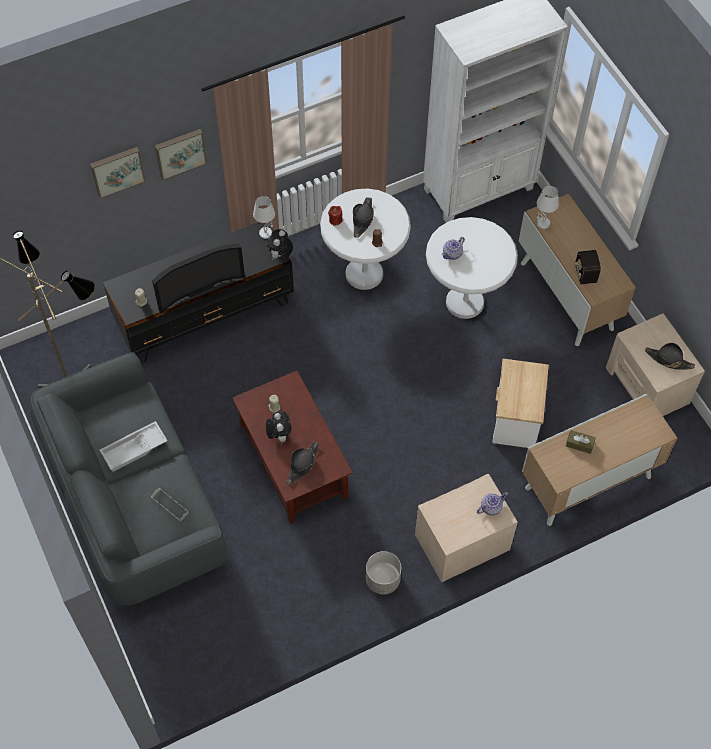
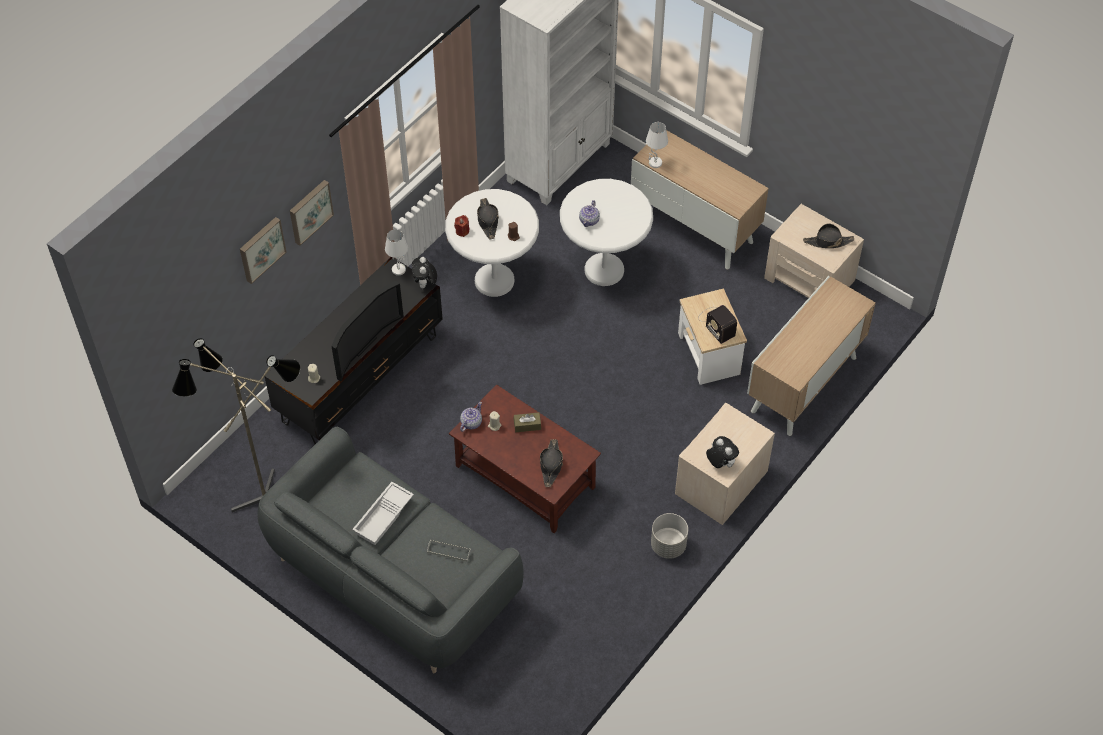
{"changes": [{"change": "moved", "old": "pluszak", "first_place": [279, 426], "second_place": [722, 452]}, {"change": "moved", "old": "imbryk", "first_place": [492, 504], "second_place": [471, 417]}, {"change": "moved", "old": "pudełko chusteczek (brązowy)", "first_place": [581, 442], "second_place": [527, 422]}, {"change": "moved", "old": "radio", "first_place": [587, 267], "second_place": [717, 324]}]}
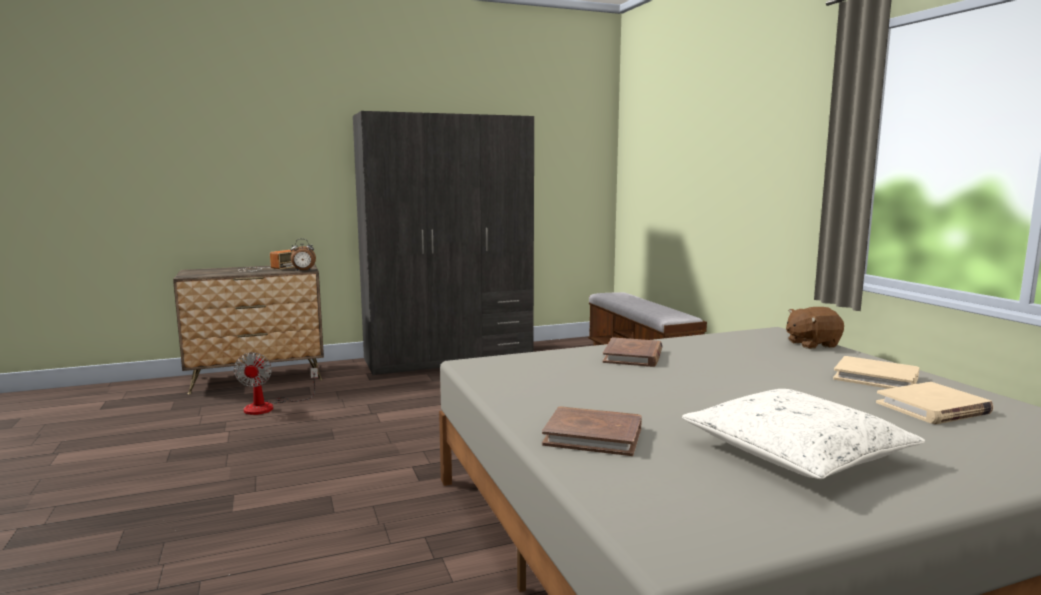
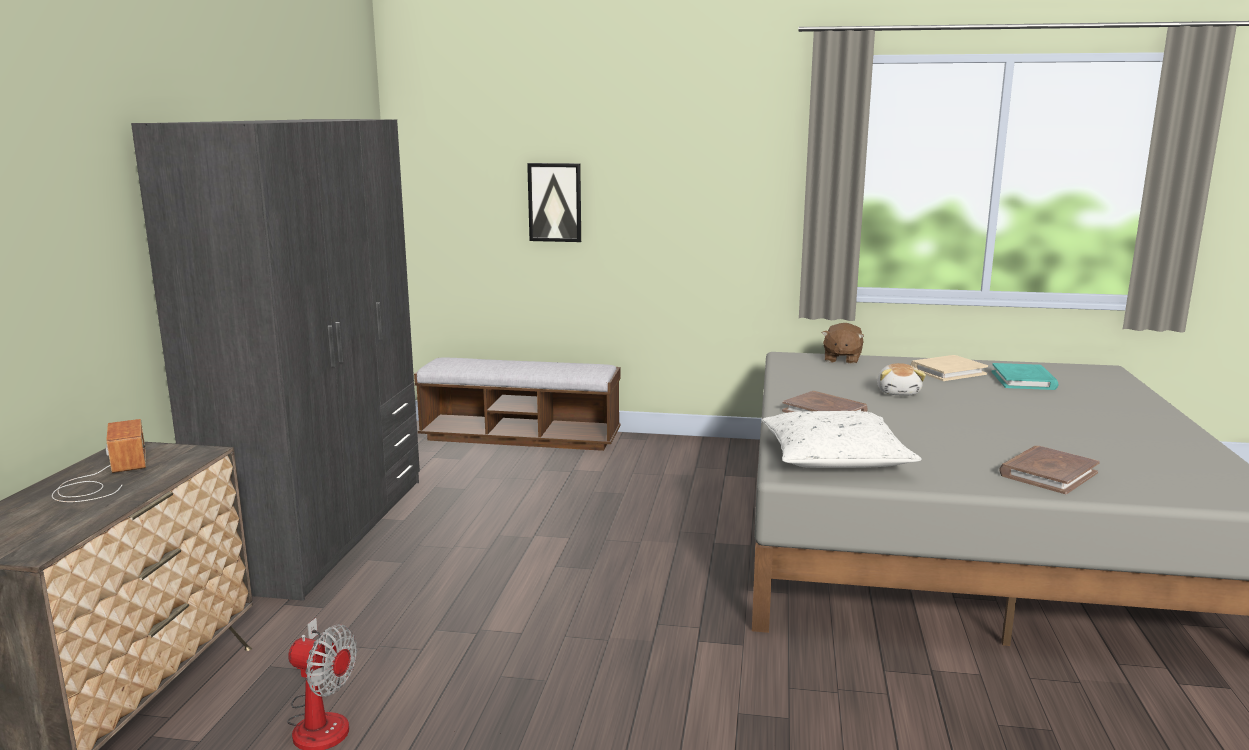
{"changes": [{"change": "removed", "old": "budzik", "first_place": [303, 255]}, {"change": "moved", "old": "poduszka (biały)", "first_place": [803, 434], "second_place": [842, 439]}, {"change": "recoloured", "old": "książka (beżowy)", "new": "książka (turkusowy)", "first_place": [934, 403], "second_place": [1025, 376]}, {"change": "added", "new": "obraz", "second_place": [554, 202]}, {"change": "added", "new": "pluszak", "second_place": [901, 379]}]}
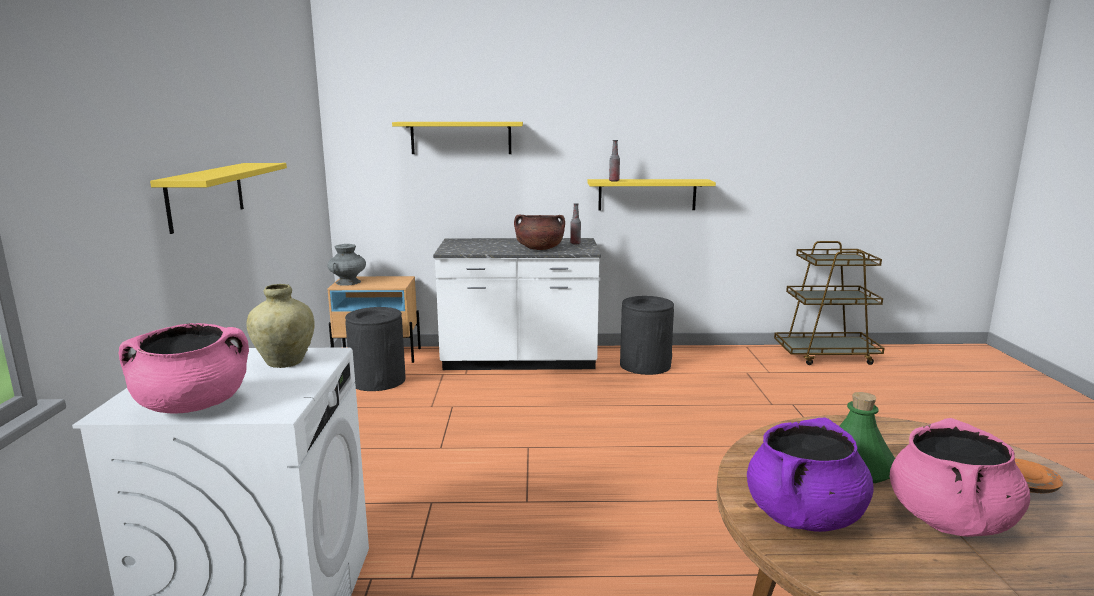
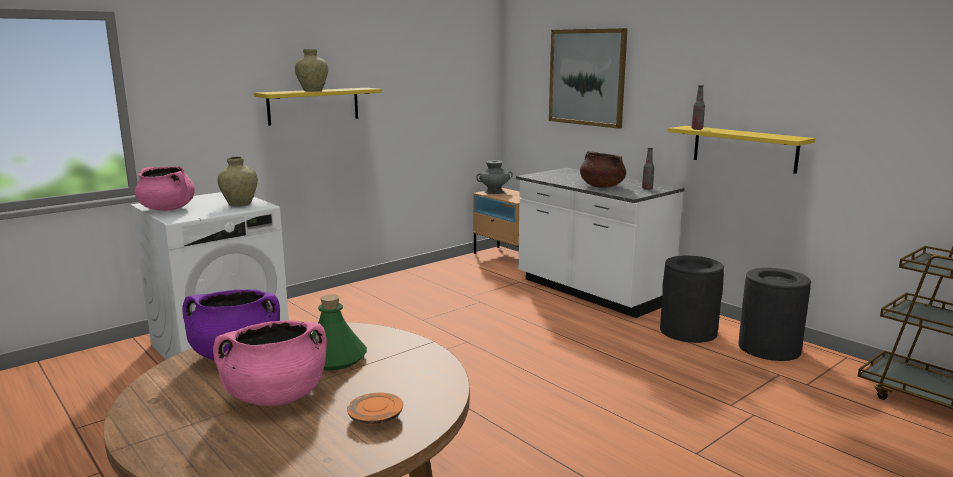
{"changes": [{"change": "moved", "old": "kosz na śmieci (czarny)", "first_place": [375, 349], "second_place": [774, 314]}, {"change": "replaced", "old": "półka (żółty)", "new": "obraz", "first_place": [457, 138], "second_place": [588, 78]}, {"change": "added", "new": "wazon (beżowy)", "second_place": [311, 70]}]}
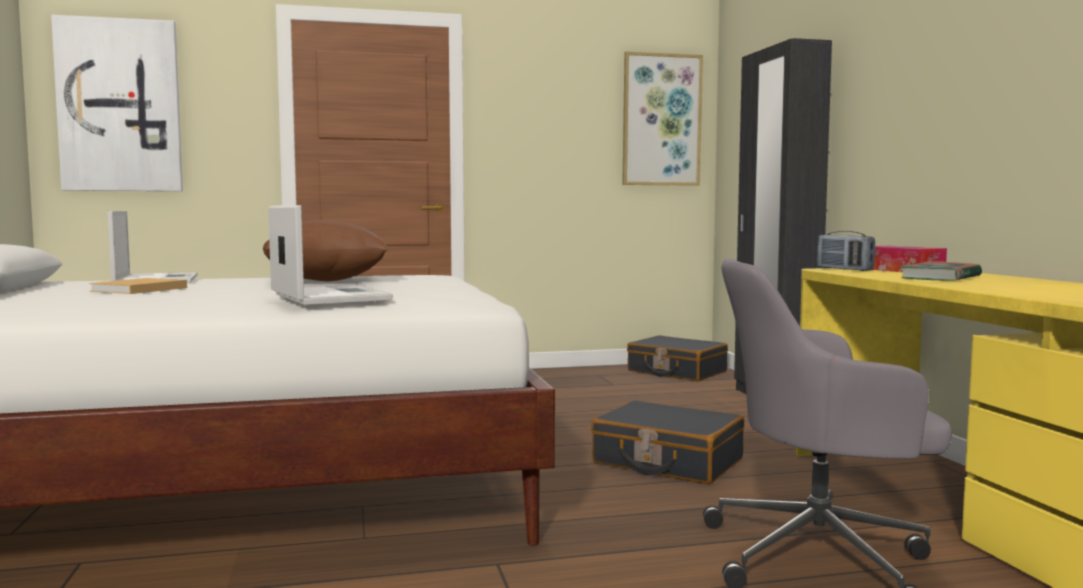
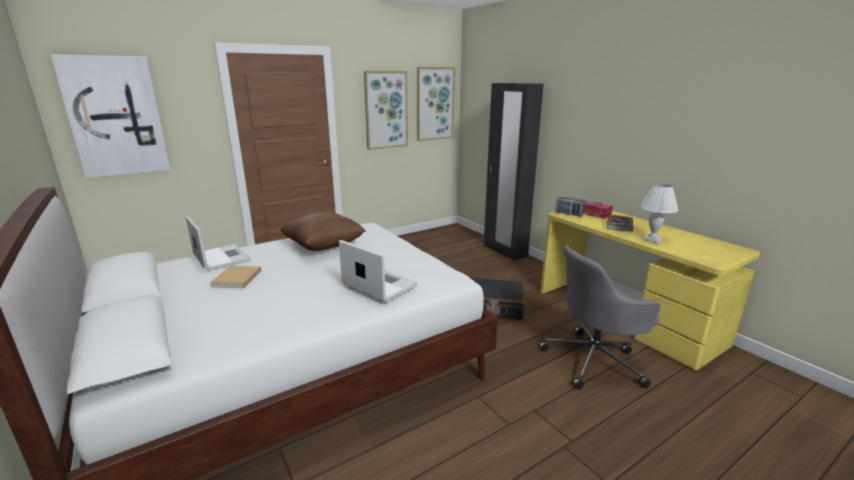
{"changes": [{"change": "removed", "old": "walizka (czarny)", "first_place": [677, 358]}, {"change": "added", "new": "obraz", "second_place": [386, 110]}, {"change": "added", "new": "lampa stołowa (biały)", "second_place": [659, 213]}]}
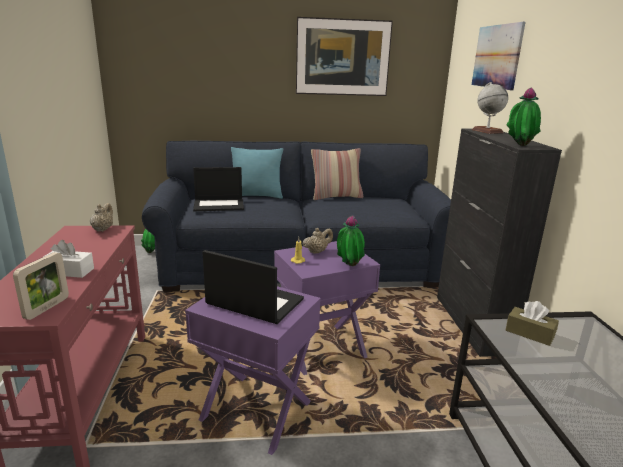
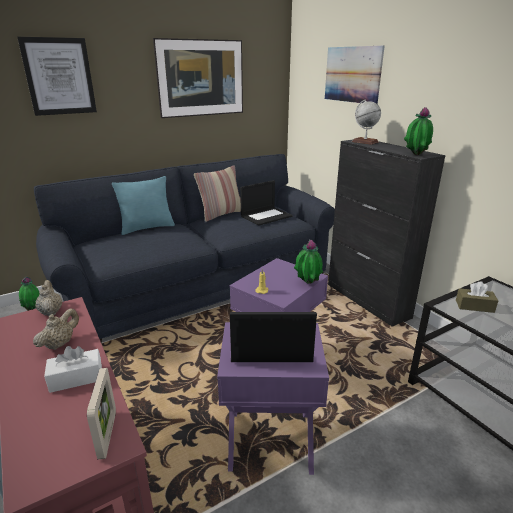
{"changes": [{"change": "moved", "old": "laptop", "first_place": [218, 189], "second_place": [266, 203]}, {"change": "moved", "old": "imbryk (beżowy)", "first_place": [318, 241], "second_place": [56, 329]}, {"change": "added", "new": "obraz", "second_place": [57, 76]}]}
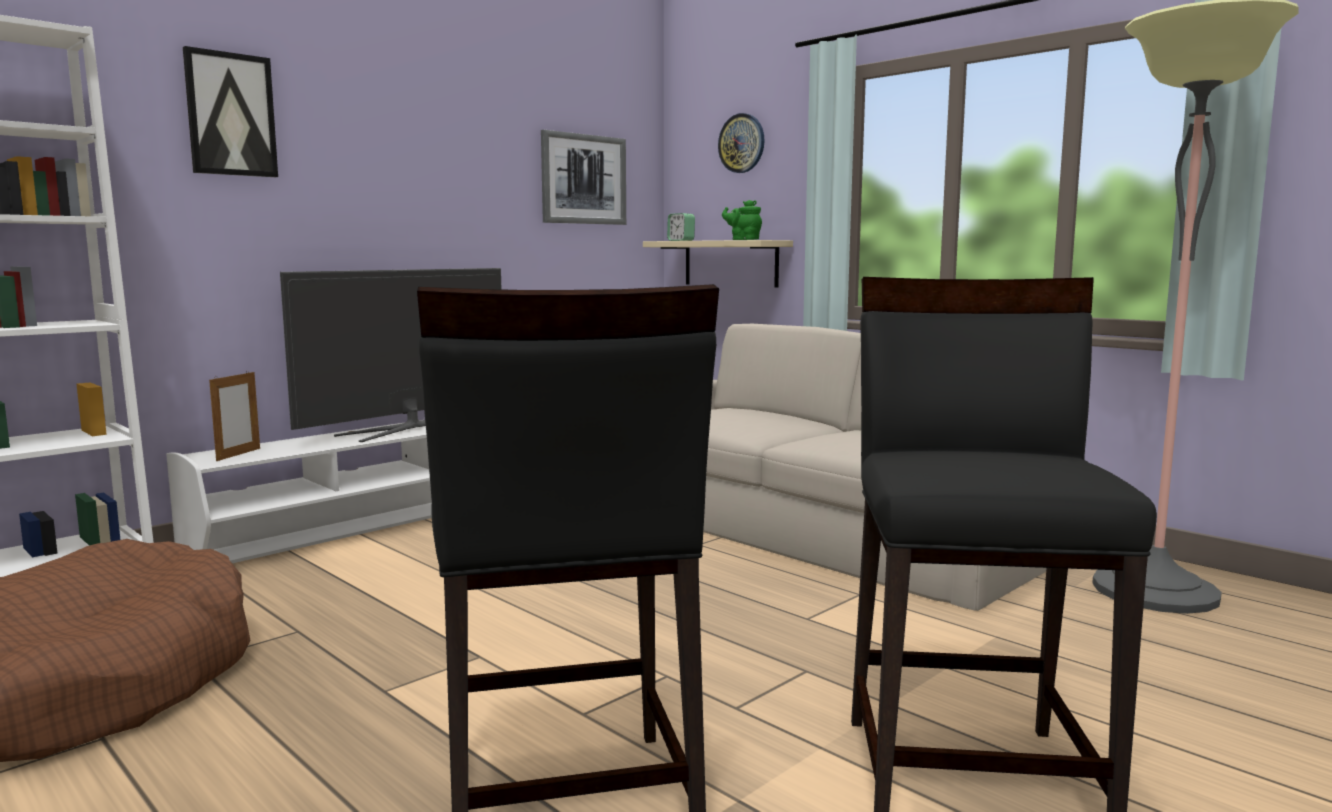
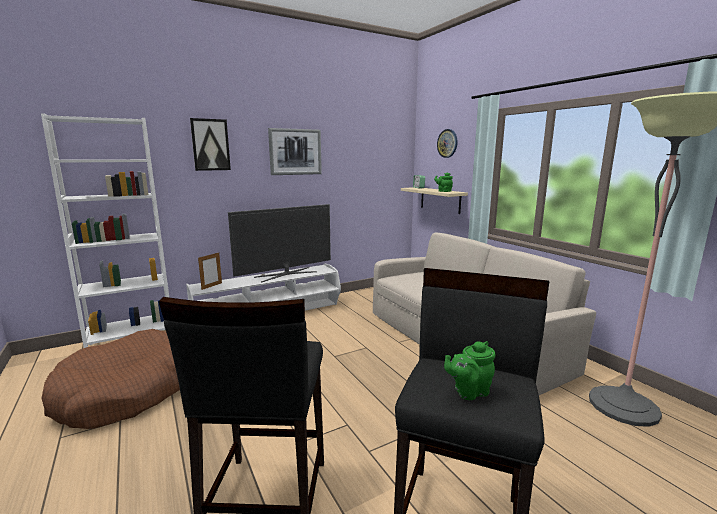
{"changes": [{"change": "moved", "old": "obraz", "first_place": [583, 177], "second_place": [295, 151]}, {"change": "added", "new": "imbryk (zielony)", "second_place": [470, 370]}]}
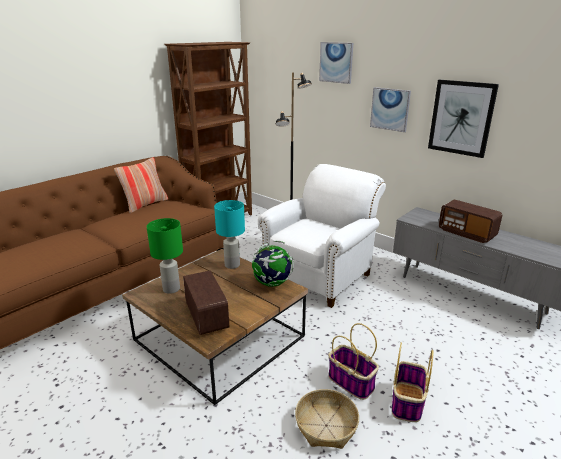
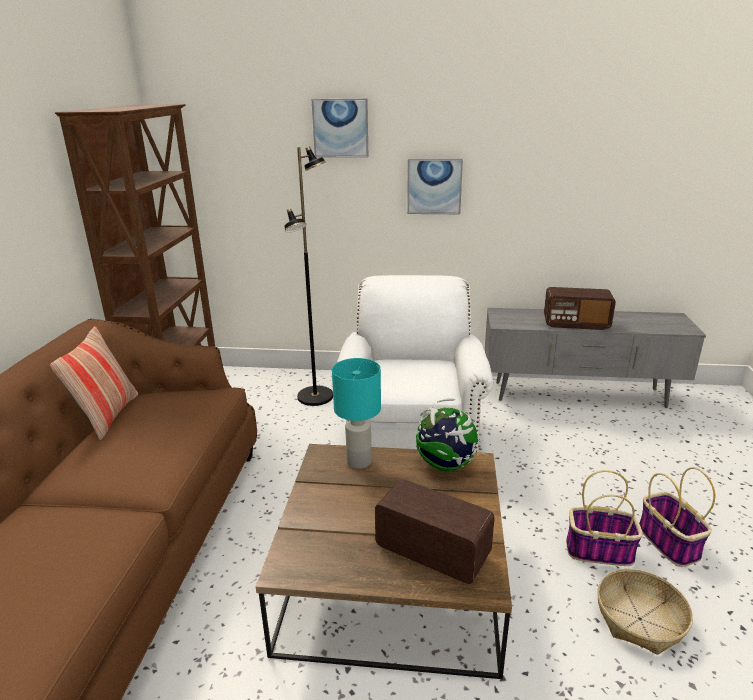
{"changes": [{"change": "removed", "old": "lampa stołowa (zielony)", "first_place": [164, 256]}, {"change": "removed", "old": "obraz", "first_place": [463, 119]}]}
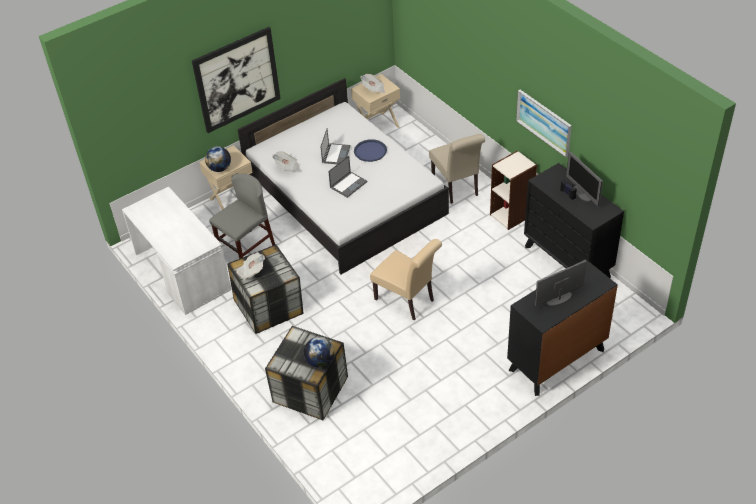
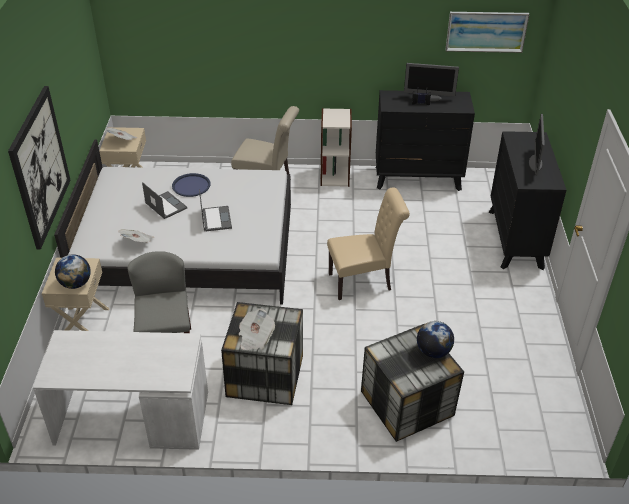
{"changes": [{"change": "moved", "old": "obraz", "first_place": [544, 123], "second_place": [487, 32]}]}
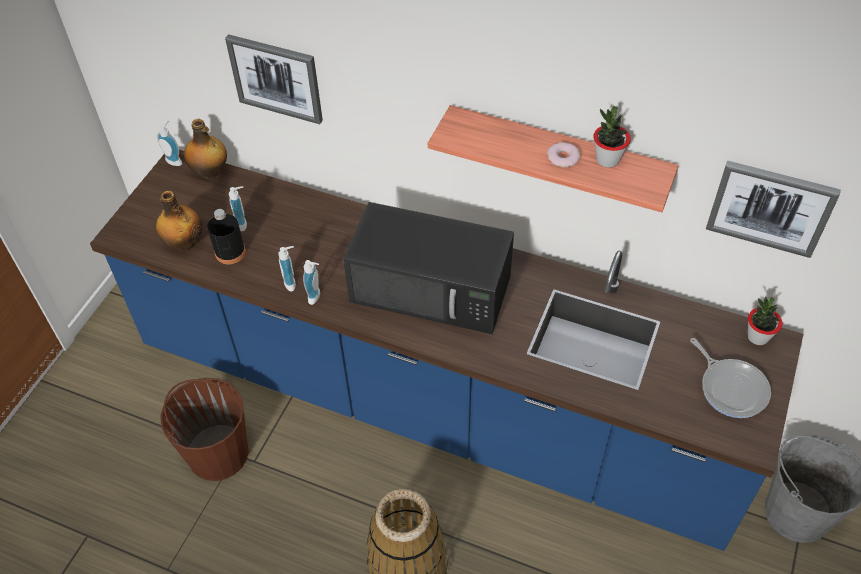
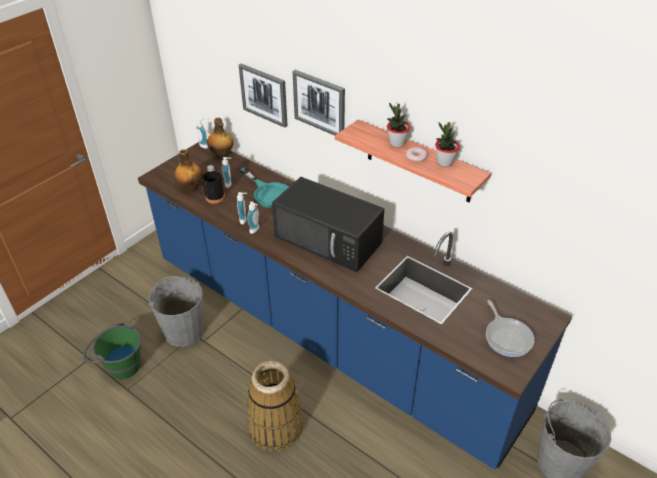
{"changes": [{"change": "recoloured", "old": "wiadro (brązowy)", "new": "wiadro (szary)", "first_place": [204, 429], "second_place": [176, 311]}, {"change": "moved", "old": "obraz", "first_place": [773, 209], "second_place": [319, 102]}, {"change": "moved", "old": "roślina doniczkowa", "first_place": [765, 321], "second_place": [398, 124]}, {"change": "added", "new": "wiadro (zielony)", "second_place": [112, 351]}, {"change": "added", "new": "patelnia (turkusowy)", "second_place": [264, 187]}]}
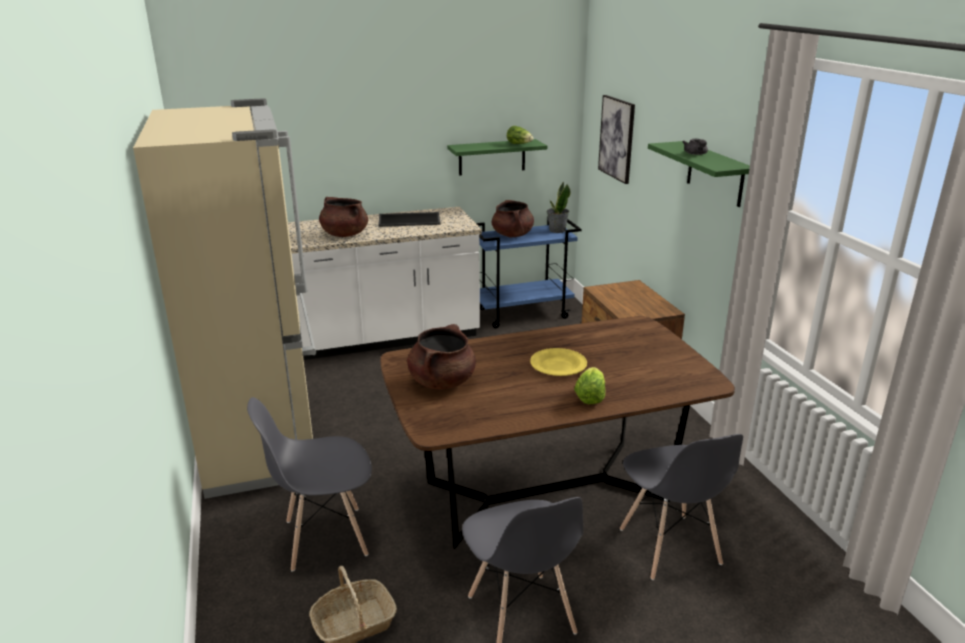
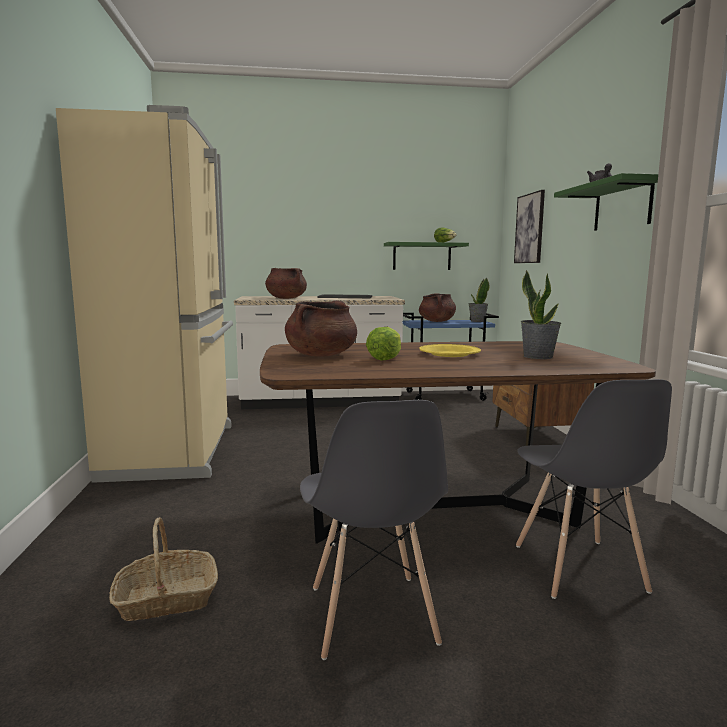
{"changes": [{"change": "removed", "old": "krzesło (szary)", "first_place": [309, 484]}, {"change": "moved", "old": "sałata", "first_place": [589, 385], "second_place": [383, 344]}, {"change": "added", "new": "roślina doniczkowa", "second_place": [541, 314]}]}
